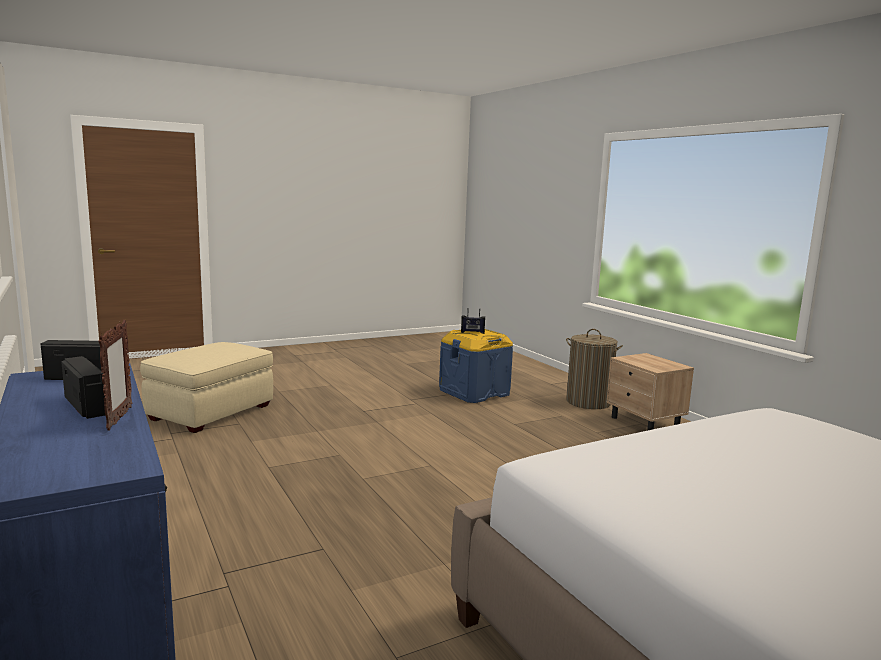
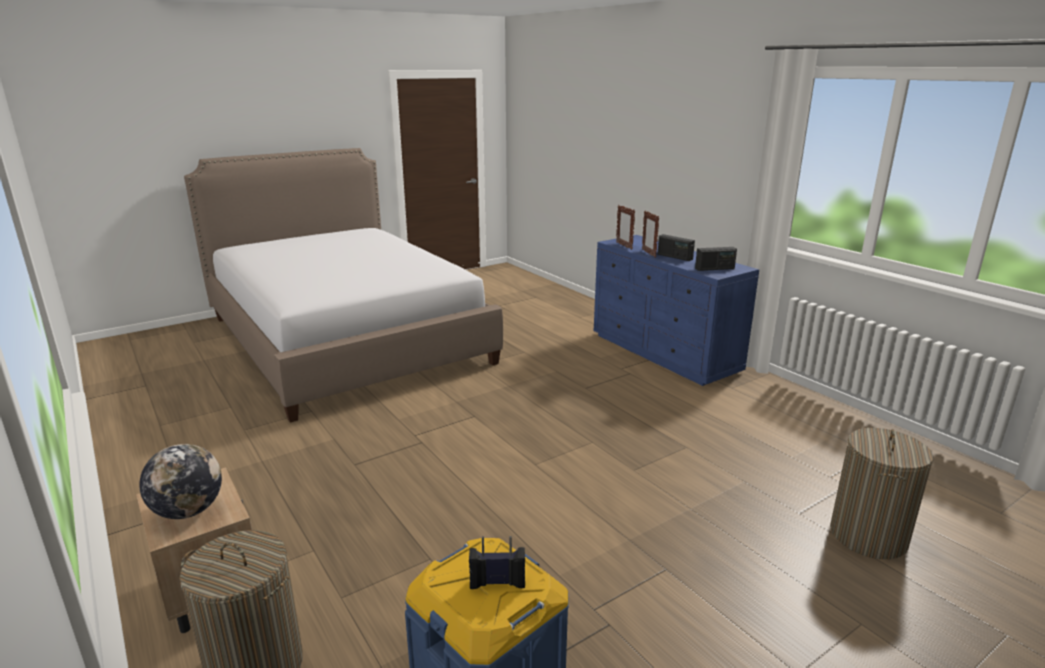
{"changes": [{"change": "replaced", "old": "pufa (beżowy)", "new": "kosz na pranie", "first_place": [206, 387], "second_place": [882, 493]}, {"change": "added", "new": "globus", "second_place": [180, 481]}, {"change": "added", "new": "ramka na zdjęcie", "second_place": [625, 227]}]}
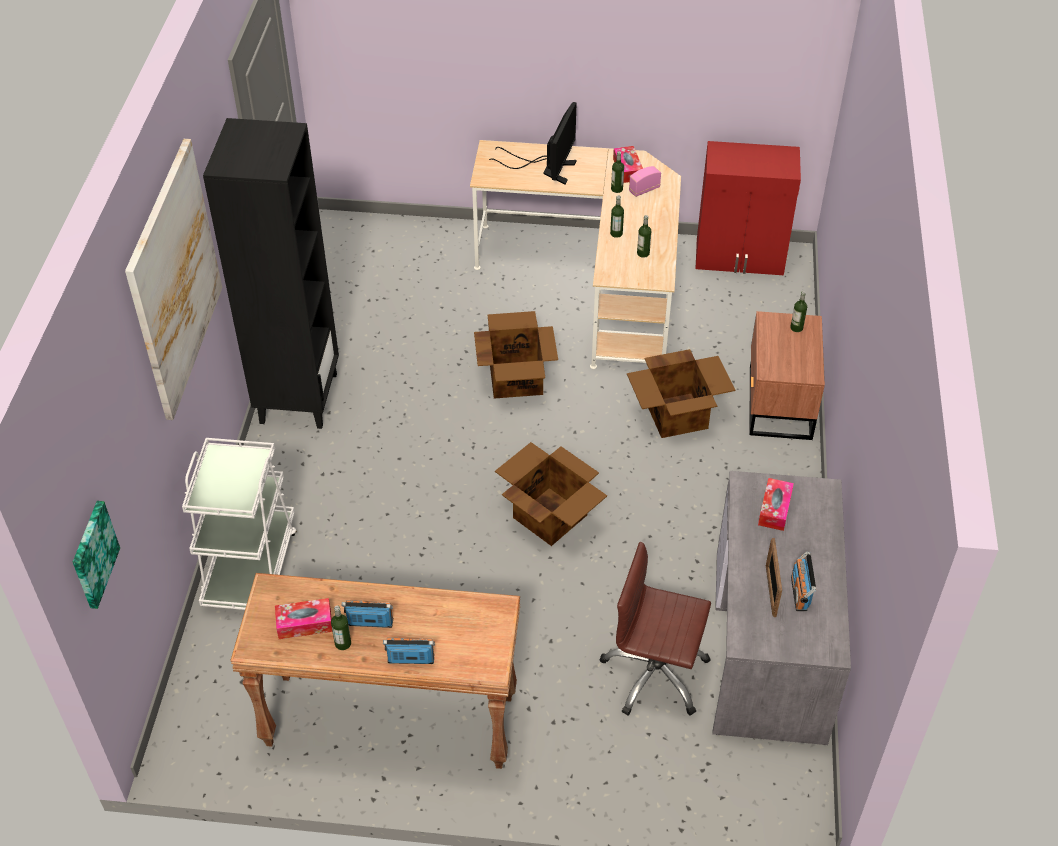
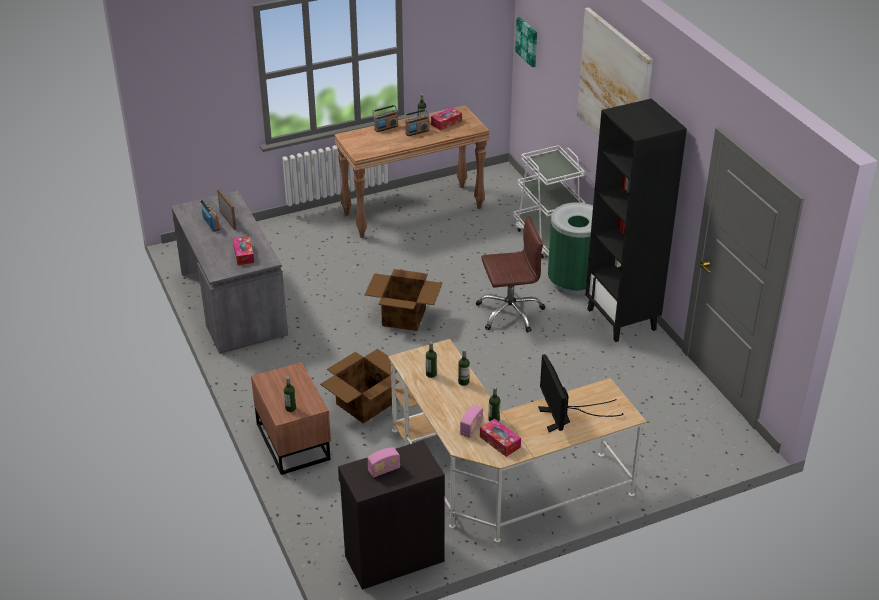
{"changes": [{"change": "removed", "old": "karton", "first_place": [516, 355]}, {"change": "moved", "old": "krzesło biurowe (brązowy)", "first_place": [655, 629], "second_place": [510, 274]}, {"change": "recoloured", "old": "szafka (czerwony)", "new": "szafka (czarny)", "first_place": [748, 208], "second_place": [391, 515]}, {"change": "added", "new": "radio", "second_place": [384, 462]}, {"change": "added", "new": "kosz na śmieci (zielony)", "second_place": [570, 249]}]}
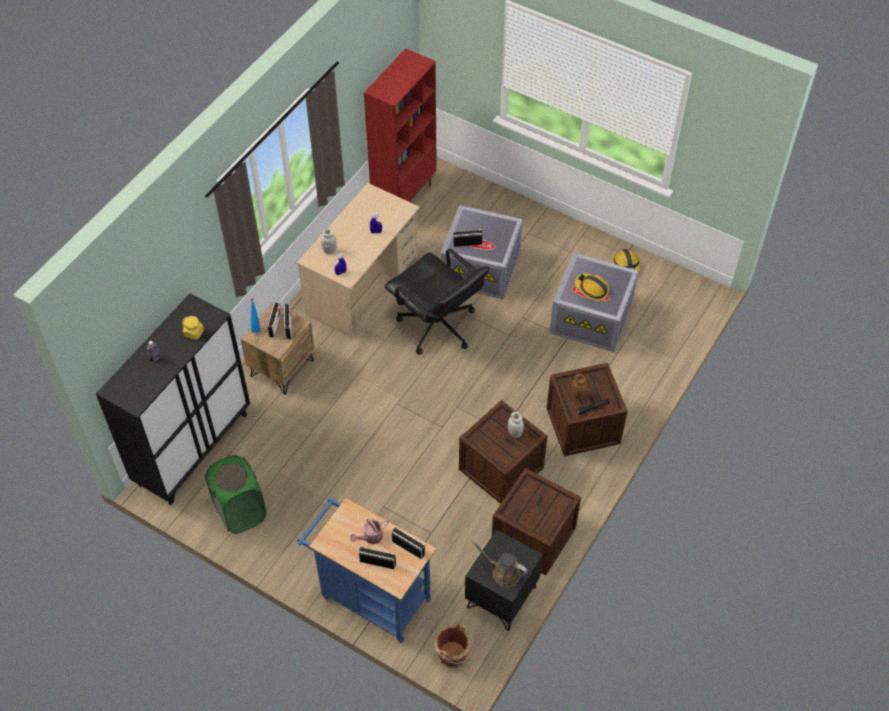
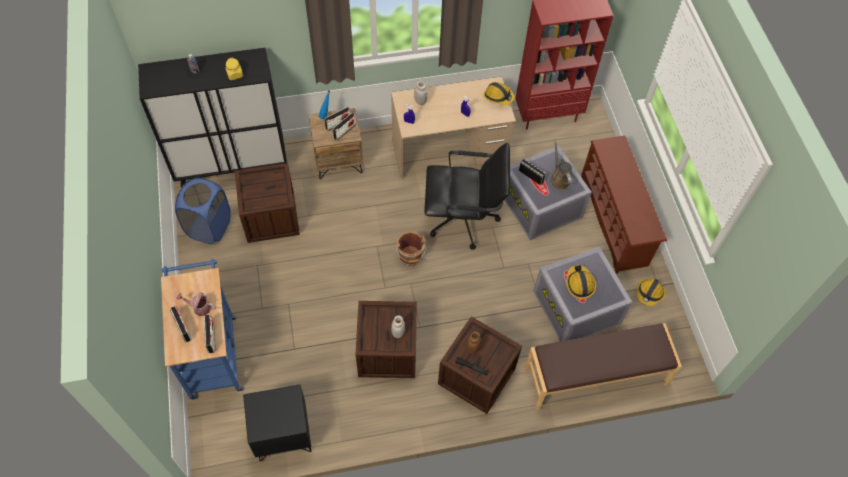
{"changes": [{"change": "recoloured", "old": "kosz na pranie (zielony)", "new": "kosz na pranie (niebieski)", "first_place": [235, 494], "second_place": [203, 210]}, {"change": "turned", "old": "krzesło biurowe (czarny)", "first_place": [437, 301], "second_place": [467, 196], "degrees": -90}, {"change": "moved", "old": "wiadro (brązowy)", "first_place": [454, 645], "second_place": [411, 249]}, {"change": "moved", "old": "konewka (brązowy)", "first_place": [500, 564], "second_place": [561, 165]}, {"change": "moved", "old": "skrzynka", "first_place": [536, 522], "second_place": [267, 203]}, {"change": "added", "new": "kask", "second_place": [499, 94]}, {"change": "added", "new": "ławka (brązowy)", "second_place": [603, 366]}, {"change": "added", "new": "regał na buty (brązowy)", "second_place": [624, 205]}]}
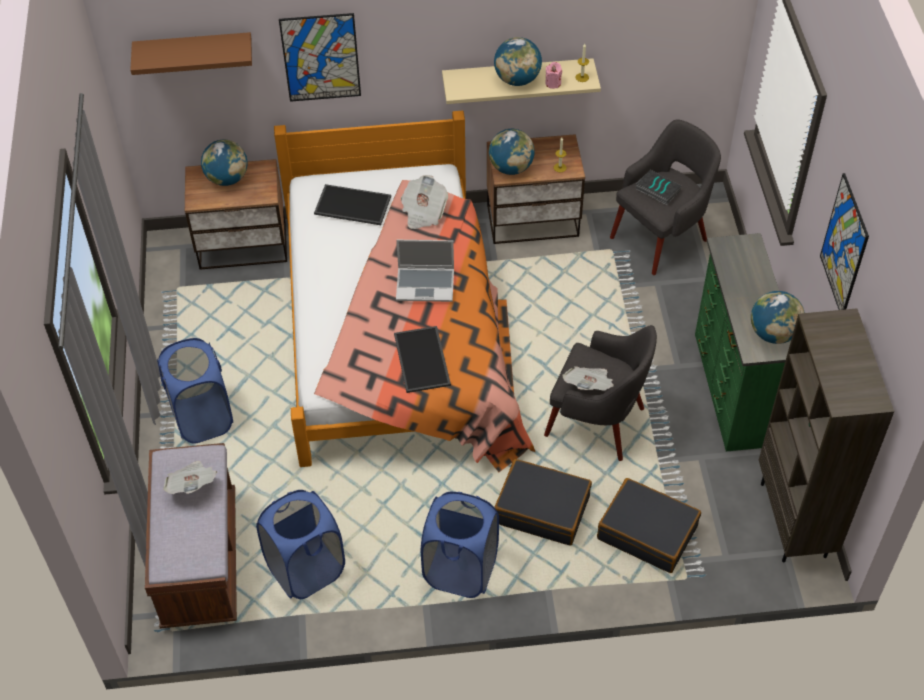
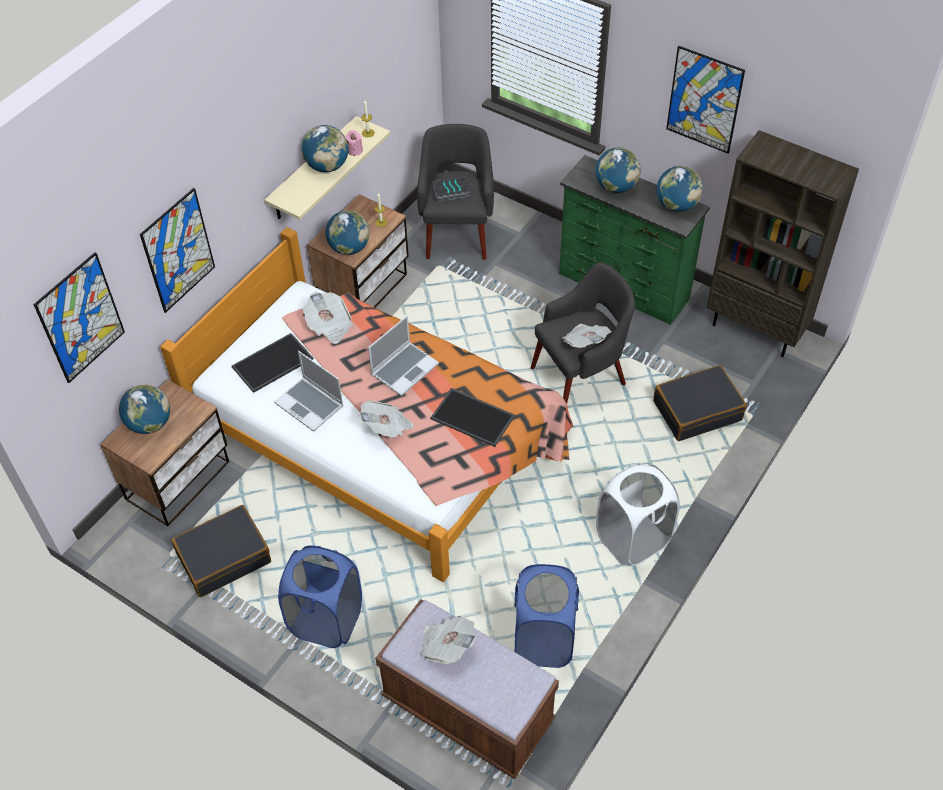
{"changes": [{"change": "replaced", "old": "półka (brązowy)", "new": "obraz", "first_place": [191, 53], "second_place": [79, 317]}, {"change": "recoloured", "old": "kosz na pranie (niebieski)", "new": "kosz na pranie (biały)", "first_place": [460, 545], "second_place": [638, 514]}, {"change": "moved", "old": "walizka (czarny)", "first_place": [543, 502], "second_place": [221, 551]}, {"change": "added", "new": "laptop", "second_place": [309, 391]}, {"change": "added", "new": "gazeta", "second_place": [386, 419]}, {"change": "added", "new": "globus", "second_place": [618, 170]}]}
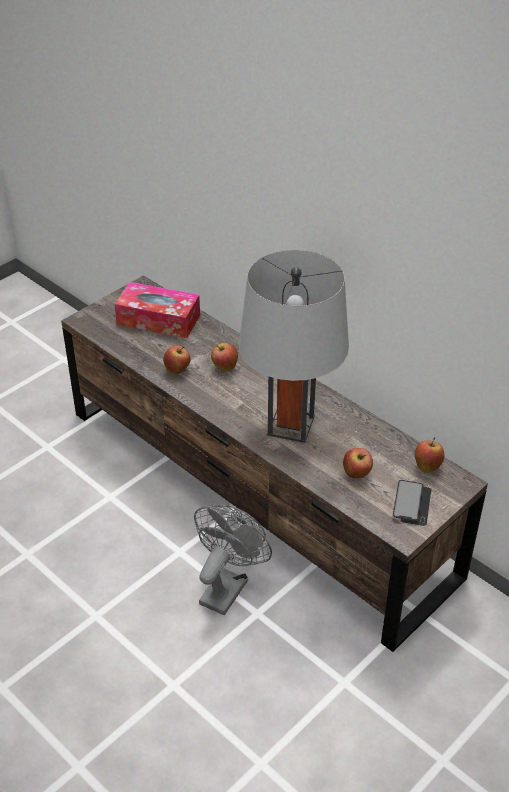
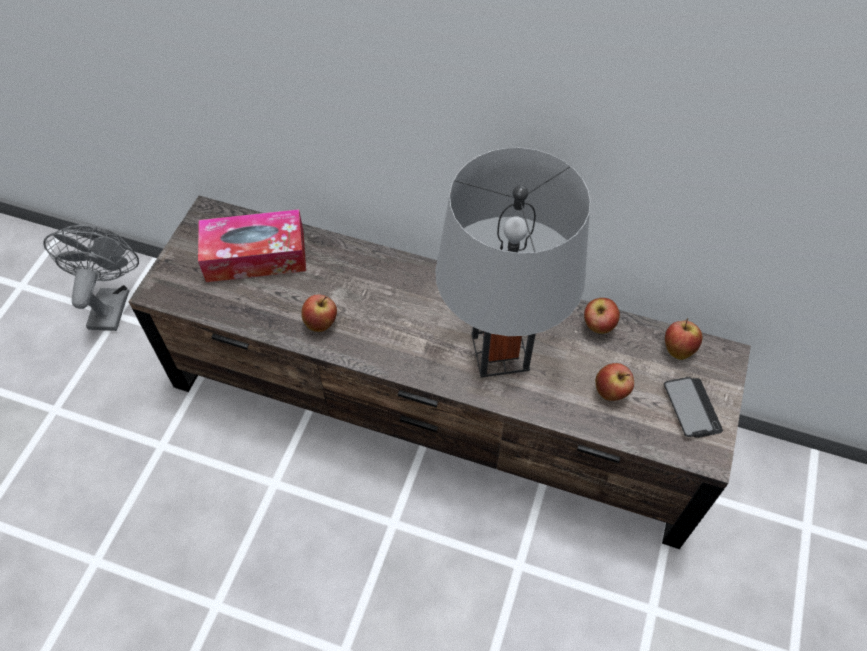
{"changes": [{"change": "moved", "old": "wentylator (szary)", "first_place": [233, 560], "second_place": [91, 277]}, {"change": "moved", "old": "jabłko", "first_place": [224, 357], "second_place": [602, 316]}]}
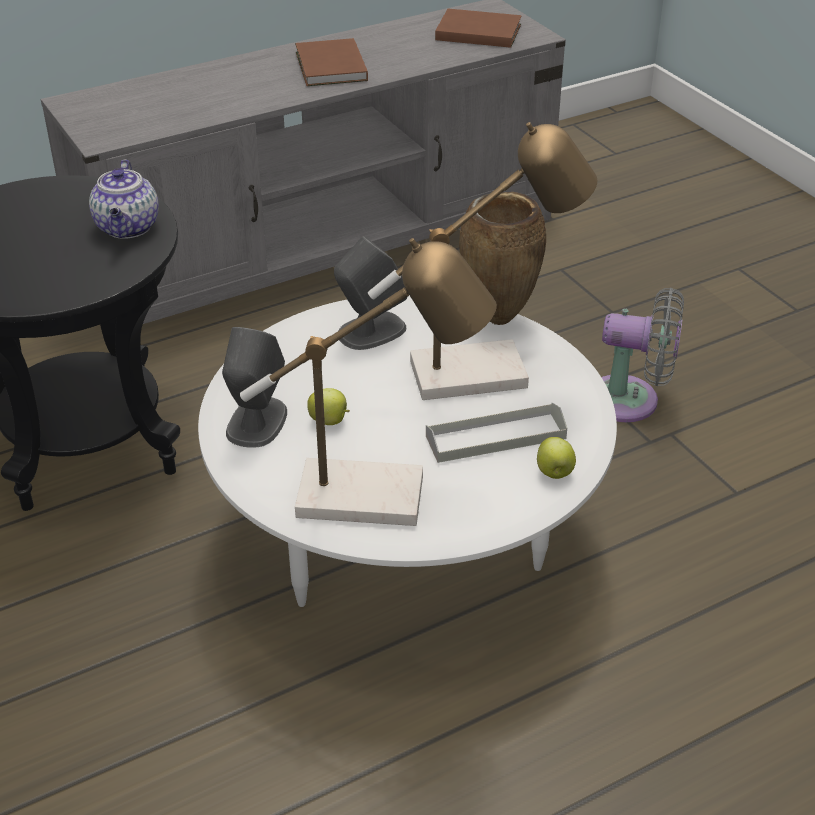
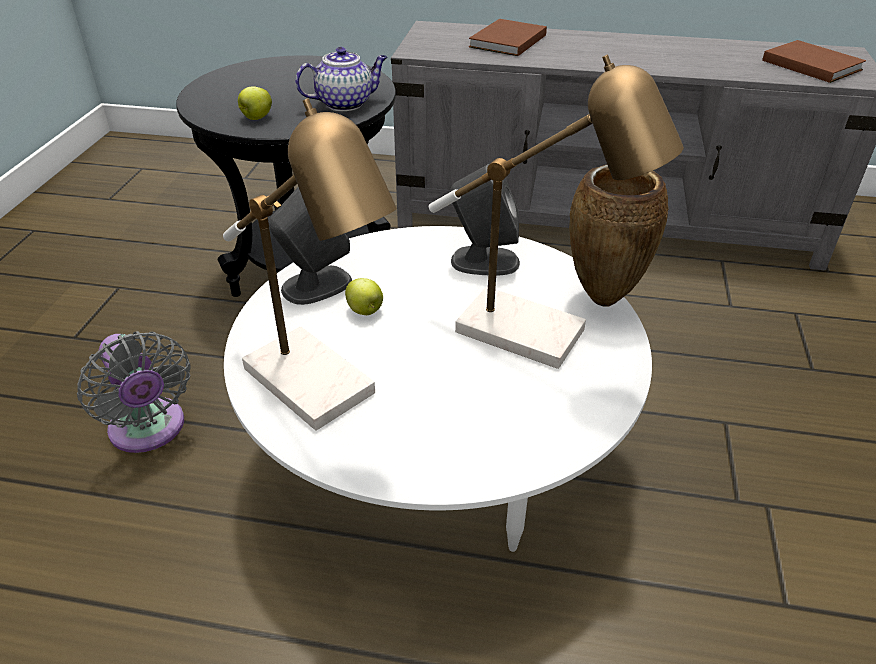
{"changes": [{"change": "turned", "old": "imbryk", "first_place": [124, 199], "second_place": [341, 79], "degrees": -150}, {"change": "moved", "old": "książka (brązowy)", "first_place": [331, 62], "second_place": [508, 37]}, {"change": "removed", "old": "taca (szary)", "first_place": [496, 433]}, {"change": "moved", "old": "jabłko", "first_place": [556, 458], "second_place": [255, 103]}, {"change": "moved", "old": "wentylator (szary)", "first_place": [643, 355], "second_place": [134, 392]}]}
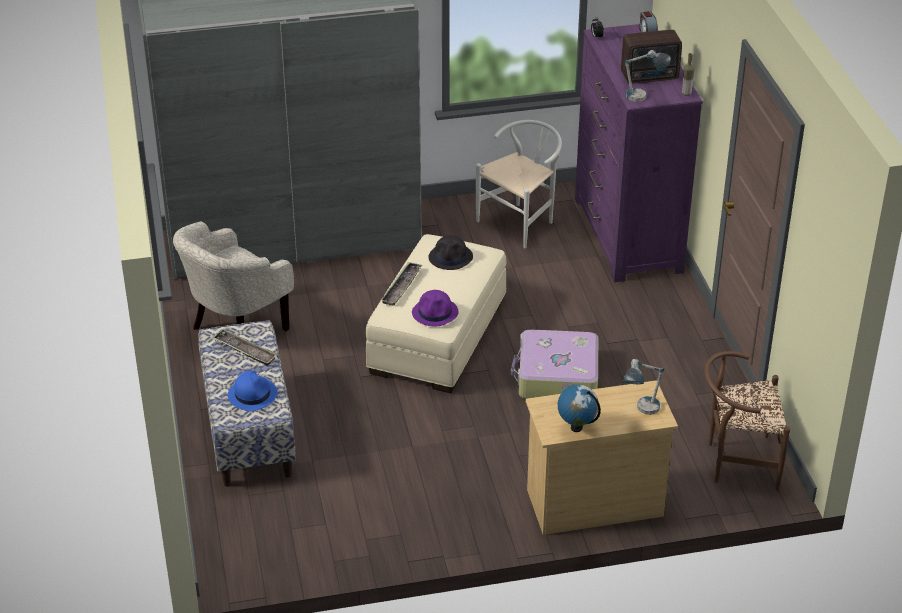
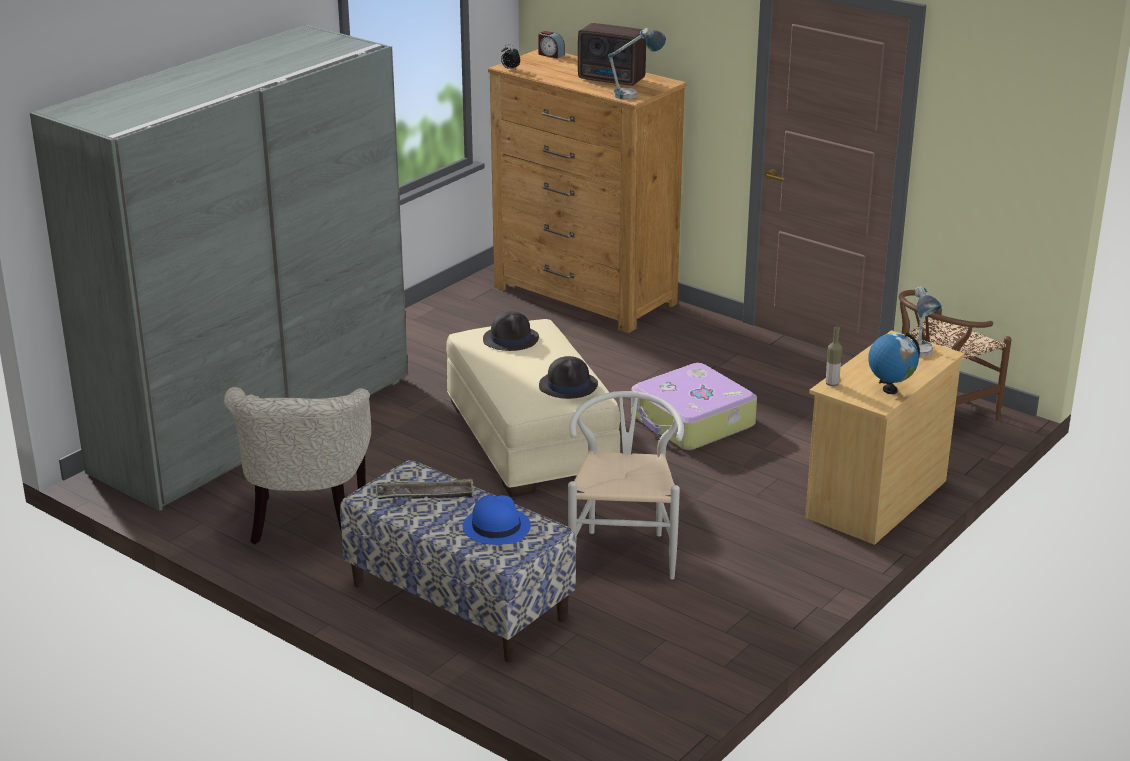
{"changes": [{"change": "removed", "old": "taca", "first_place": [401, 284]}, {"change": "recoloured", "old": "kapelusz (fioletowy)", "new": "kapelusz (czarny)", "first_place": [435, 308], "second_place": [568, 377]}, {"change": "moved", "old": "krzesło (biały)", "first_place": [519, 184], "second_place": [626, 485]}, {"change": "recoloured", "old": "komoda (fioletowy)", "new": "komoda (brązowy)", "first_place": [639, 153], "second_place": [587, 191]}, {"change": "turned", "old": "radio", "first_place": [651, 57], "second_place": [612, 54], "degrees": 75}, {"change": "moved", "old": "butelka", "first_place": [688, 74], "second_place": [834, 356]}]}
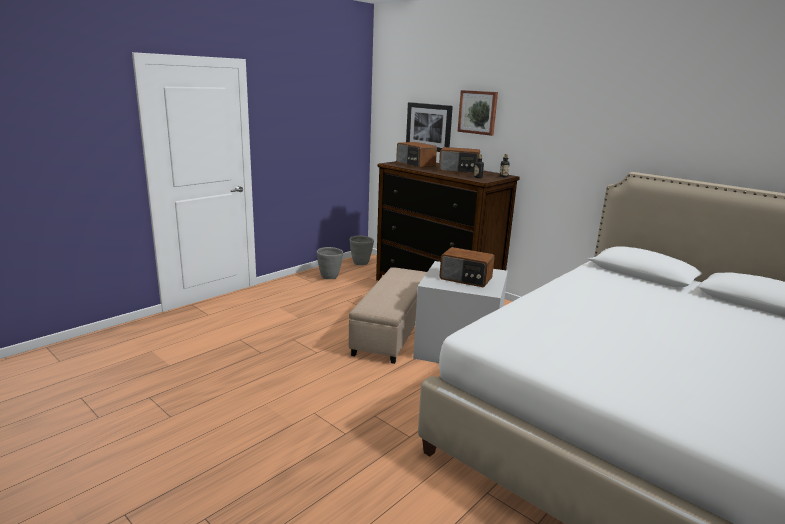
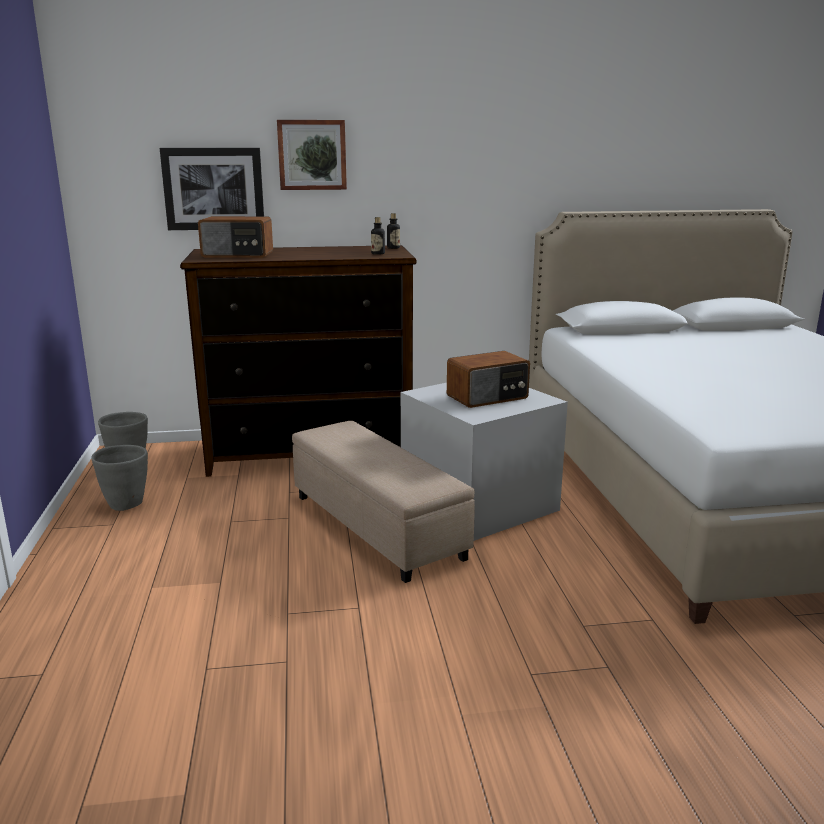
{"changes": [{"change": "removed", "old": "radio", "first_place": [459, 160]}]}
